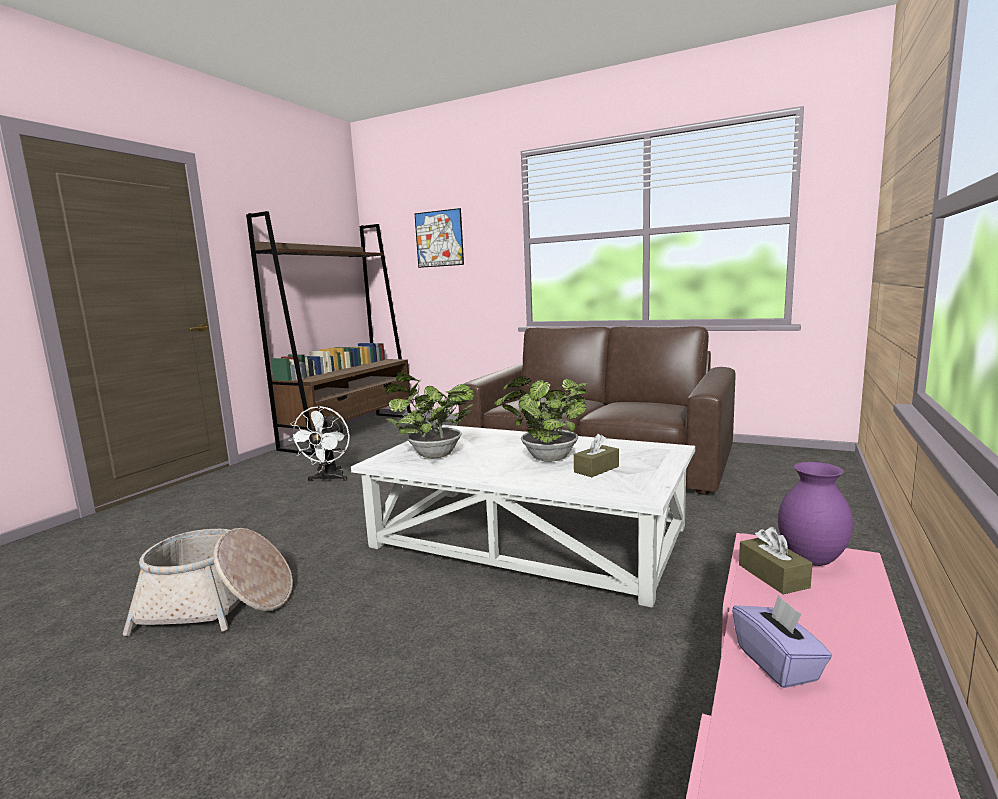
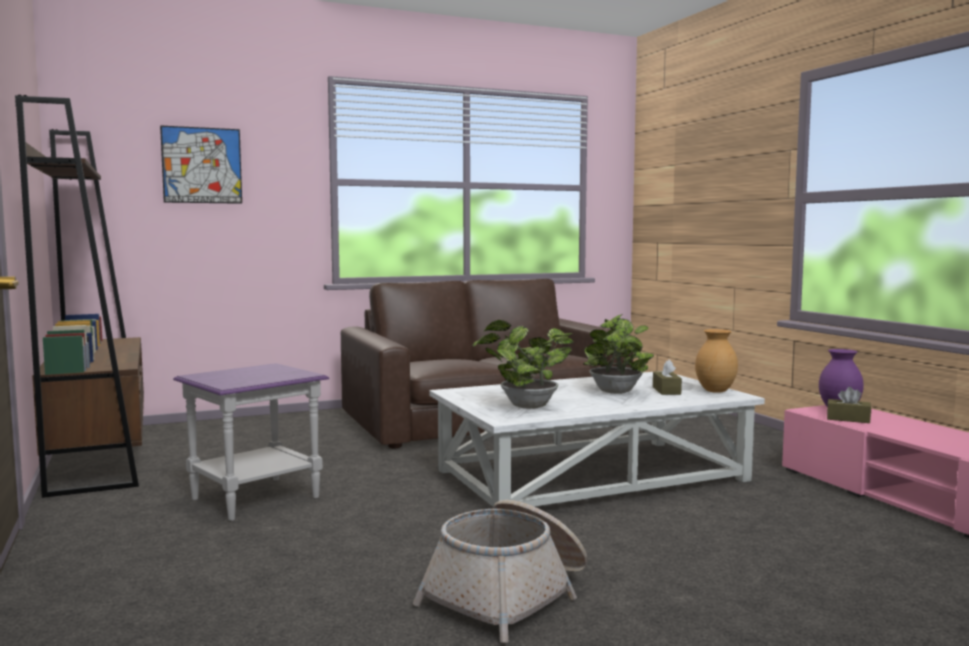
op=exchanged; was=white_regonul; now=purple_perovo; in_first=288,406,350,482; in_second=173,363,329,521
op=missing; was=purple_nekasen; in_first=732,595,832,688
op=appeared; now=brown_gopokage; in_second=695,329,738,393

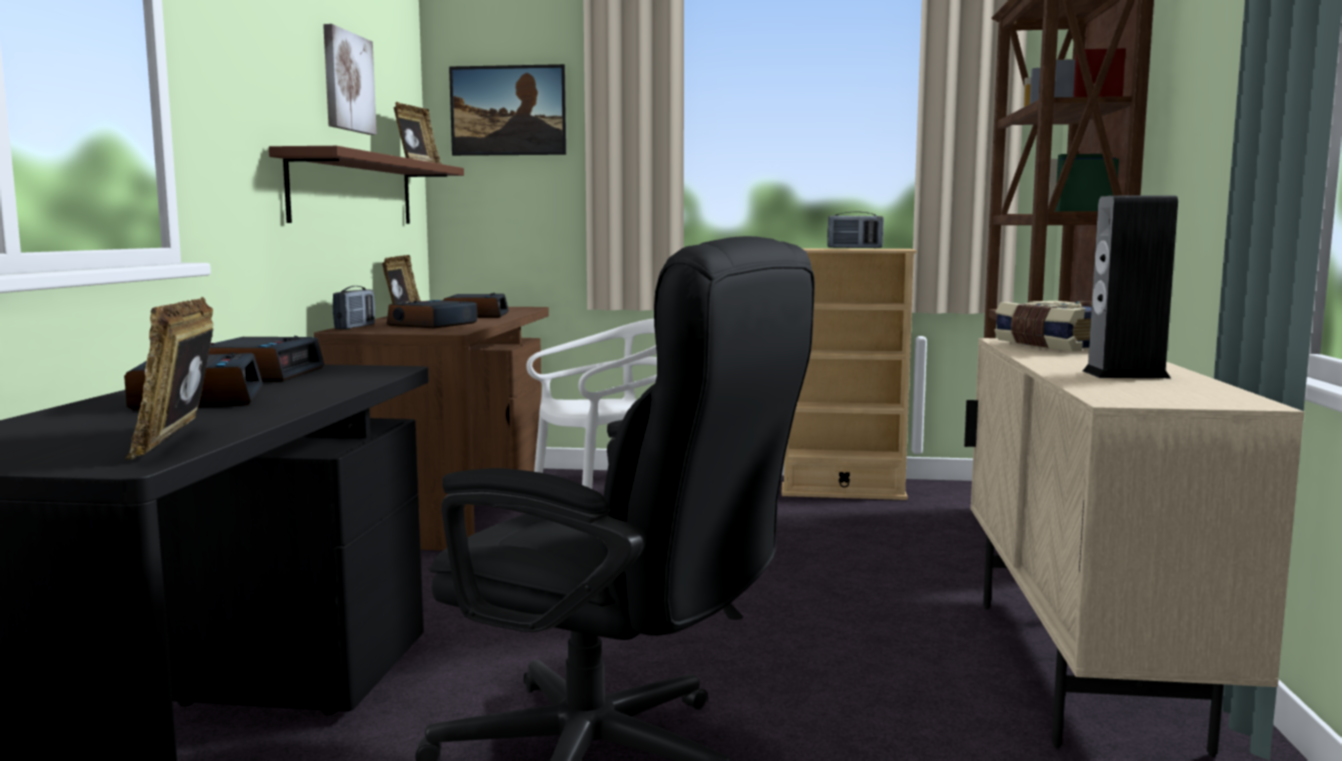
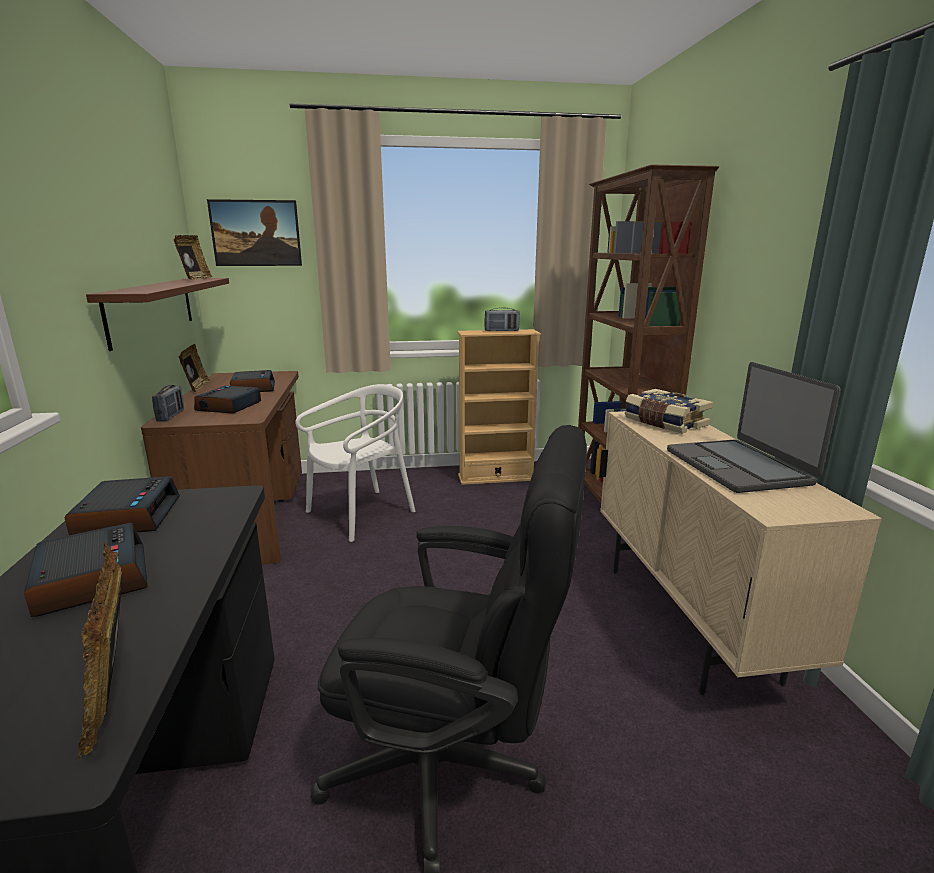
op=missing; was=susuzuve; in_first=323,24,377,135
op=exchanged; was=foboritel; now=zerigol; in_first=1083,196,1178,378; in_second=667,362,841,493

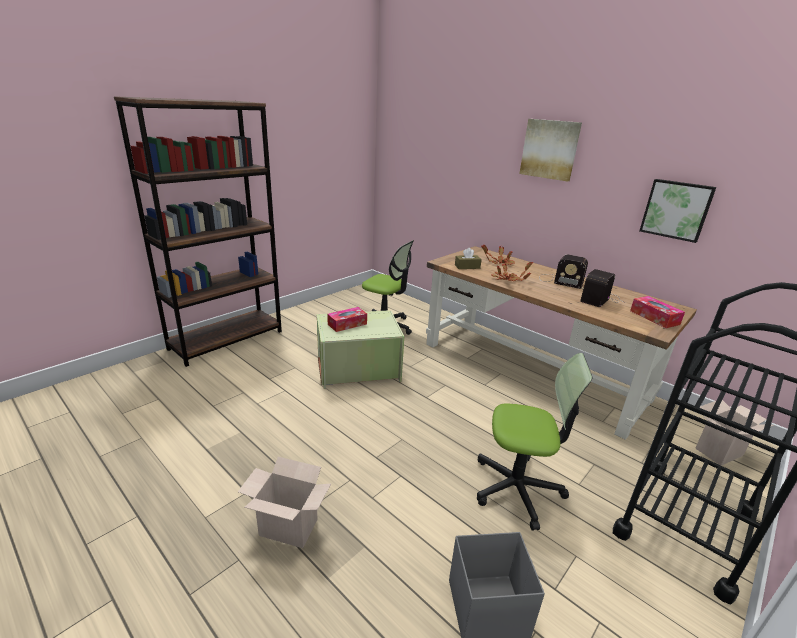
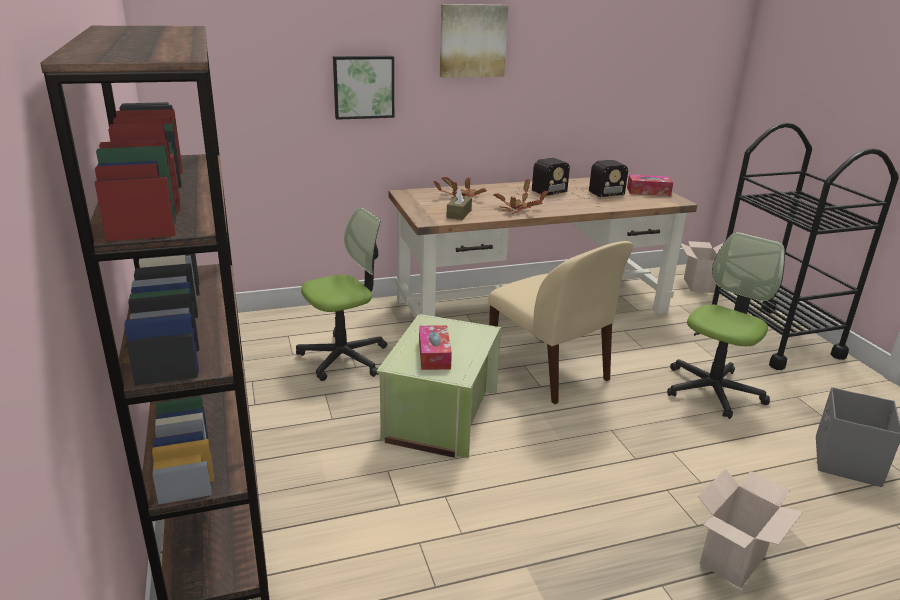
op=relocated; was=susuzuve; in_first=639,179,716,243; in_second=333,56,394,120
op=spun; was=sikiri; in_first=580,269,626,307; in_second=571,160,628,199; clockwise=-90
op=appeared; now=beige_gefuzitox; in_second=489,241,633,404

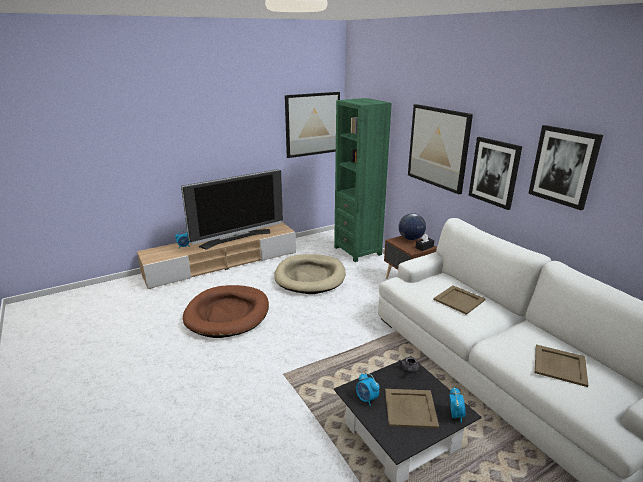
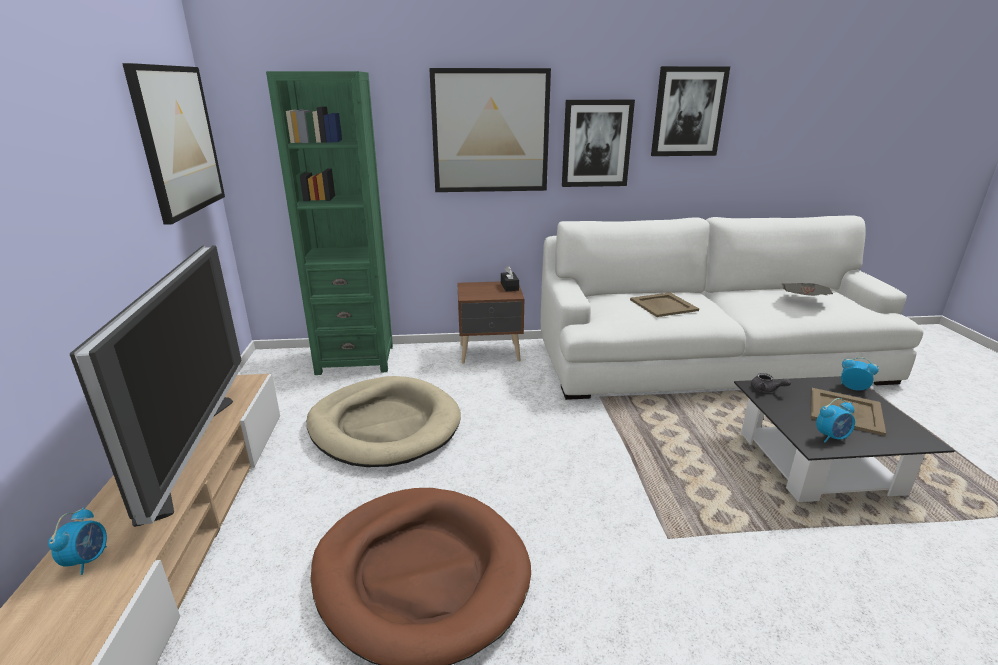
op=missing; was=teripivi; in_first=399,213,426,240
op=exchanged; was=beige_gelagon; now=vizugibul; in_first=535,344,588,387; in_second=782,283,833,296

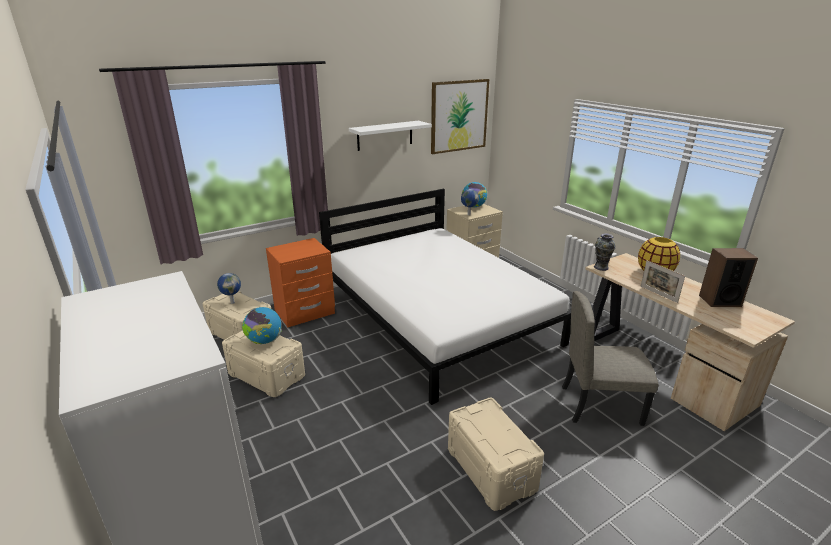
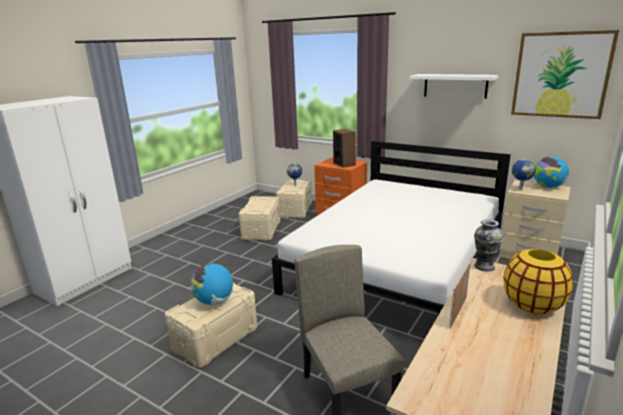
op=relocated; was=foboritel; in_first=699,248,758,307; in_second=333,129,356,168
op=relocated; was=teripivi; in_first=242,307,282,344; in_second=191,263,233,306

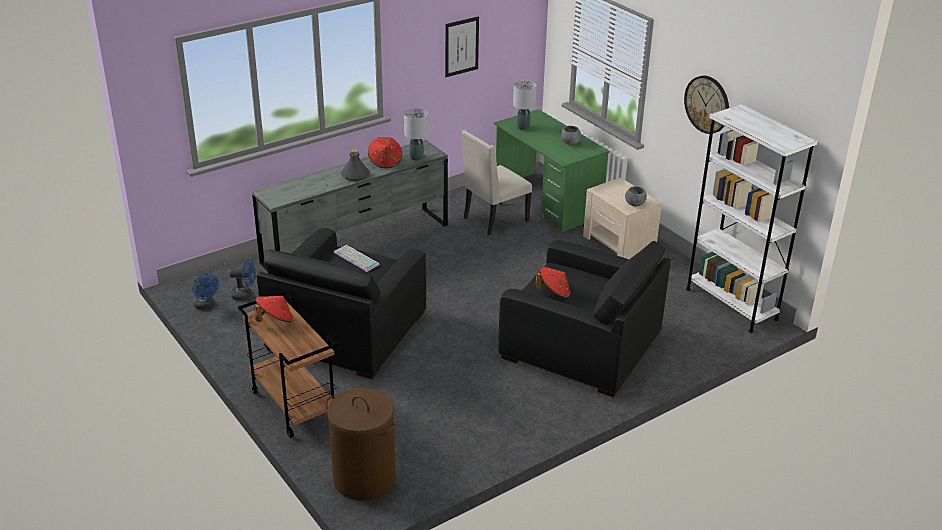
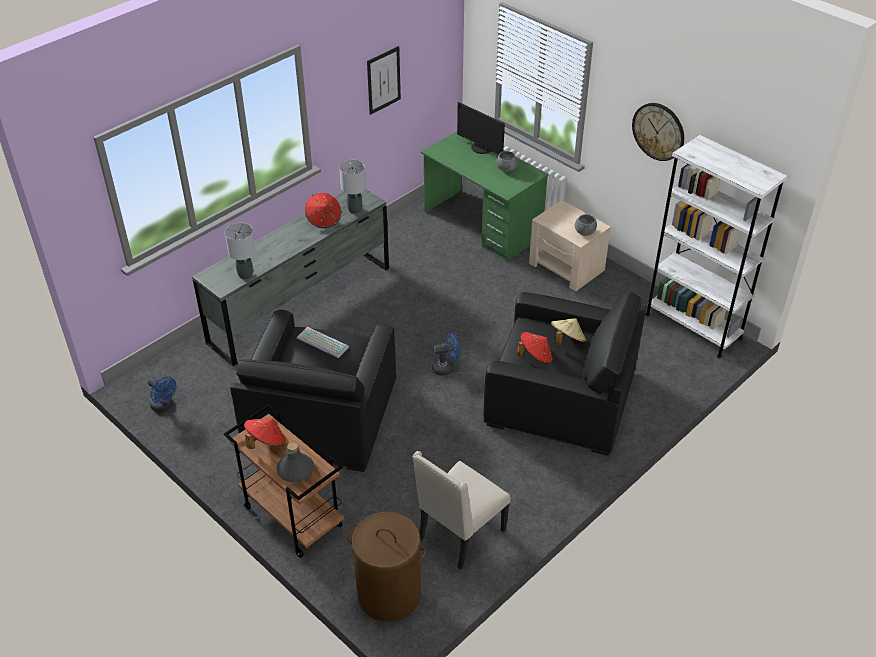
op=relocated; was=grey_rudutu; in_first=513,81,537,130; in_second=225,223,256,280
op=relocated; was=beige_gefuzitox; in_first=461,129,532,235; in_second=413,451,510,570
op=relocated; was=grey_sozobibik; in_first=341,149,370,181; in_second=277,442,314,482
op=relocated; was=blue_regonul; in_first=229,259,256,301; in_second=432,333,461,376
op=appeared; now=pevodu; in_second=457,102,505,154
op=appeared; now=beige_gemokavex; in_second=551,318,587,346

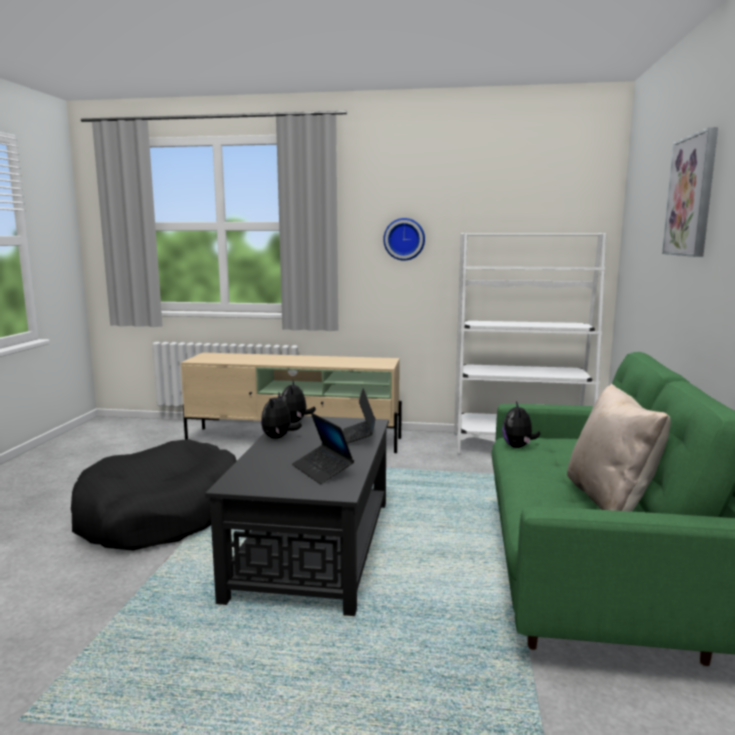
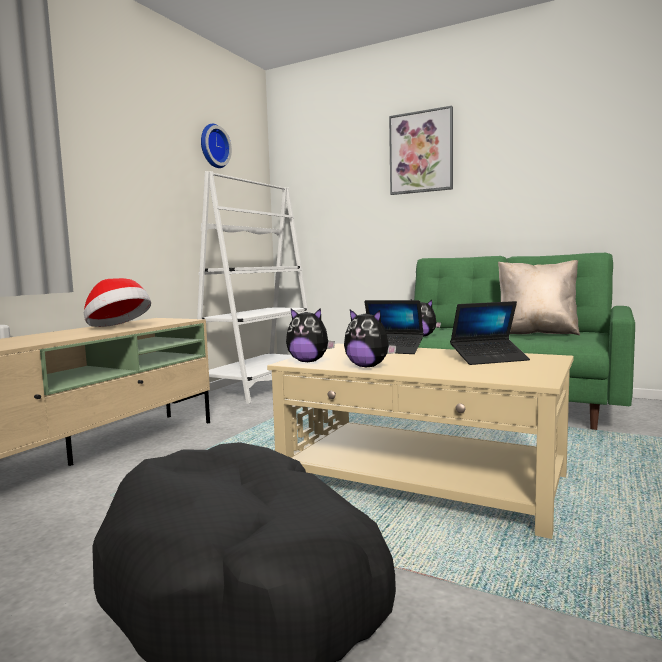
op=relocated; was=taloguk; in_first=383,218,425,261; in_second=201,124,232,168
op=colour; was=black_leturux; now=beige_leturux; in_first=205,416,389,616; in_second=267,344,574,539
op=appeared; now=gemokavex; in_second=84,278,151,327

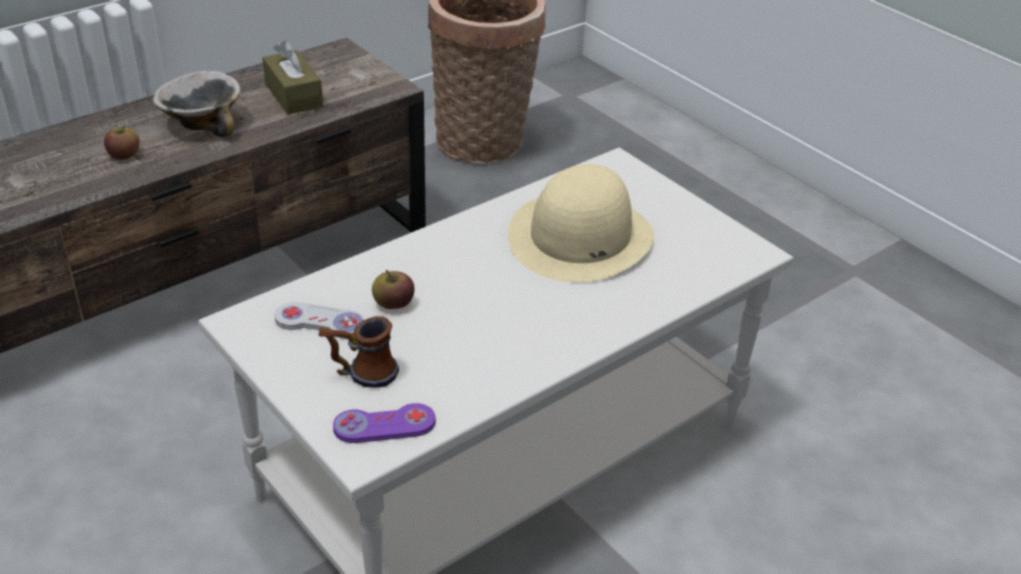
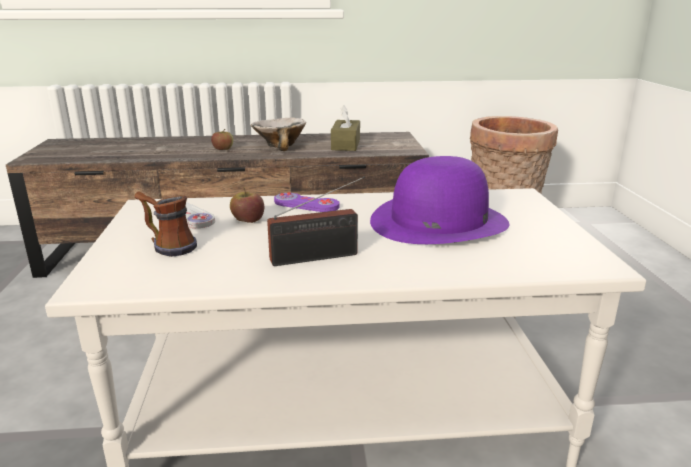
op=colour; was=beige_gemokavex; now=purple_gemokavex; in_first=508,164,654,282; in_second=370,156,509,244
op=relocated; was=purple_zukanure; in_first=333,403,435,443; in_second=274,192,340,212
op=appeared; now=sikiri; in_second=267,176,365,266

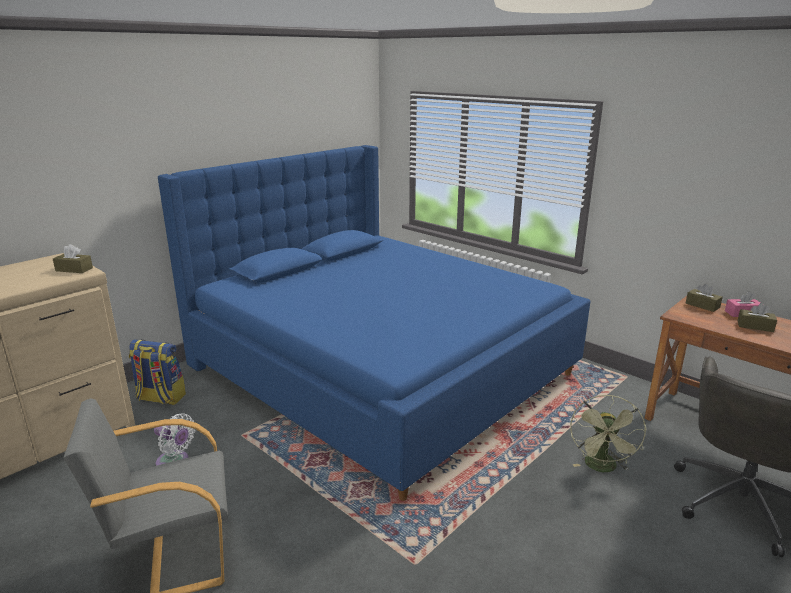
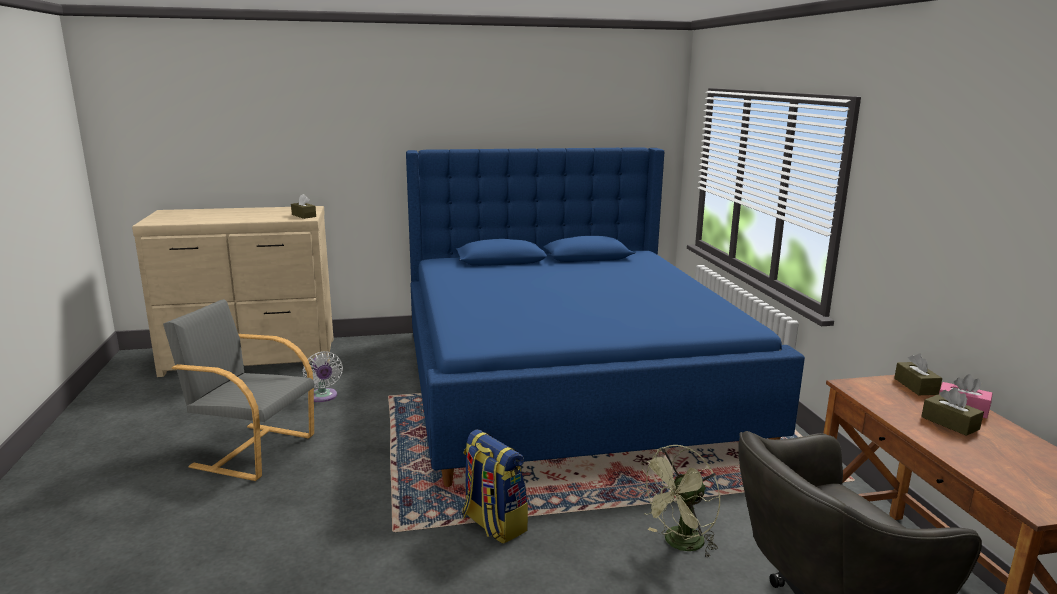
op=relocated; was=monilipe; in_first=129,339,186,405; in_second=462,429,528,544

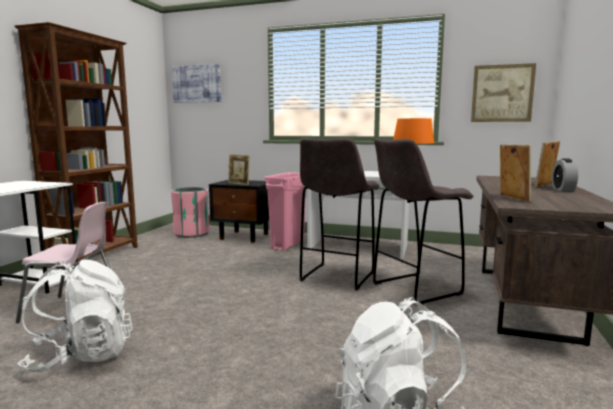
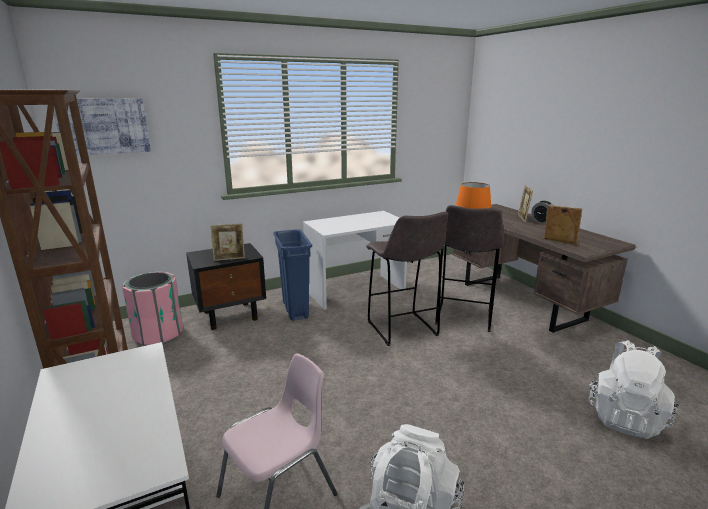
op=missing; was=susuzuve; in_first=471,63,536,122
op=colour; was=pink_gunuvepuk; now=blue_gunuvepuk; in_first=264,172,306,251; in_second=273,229,312,321

